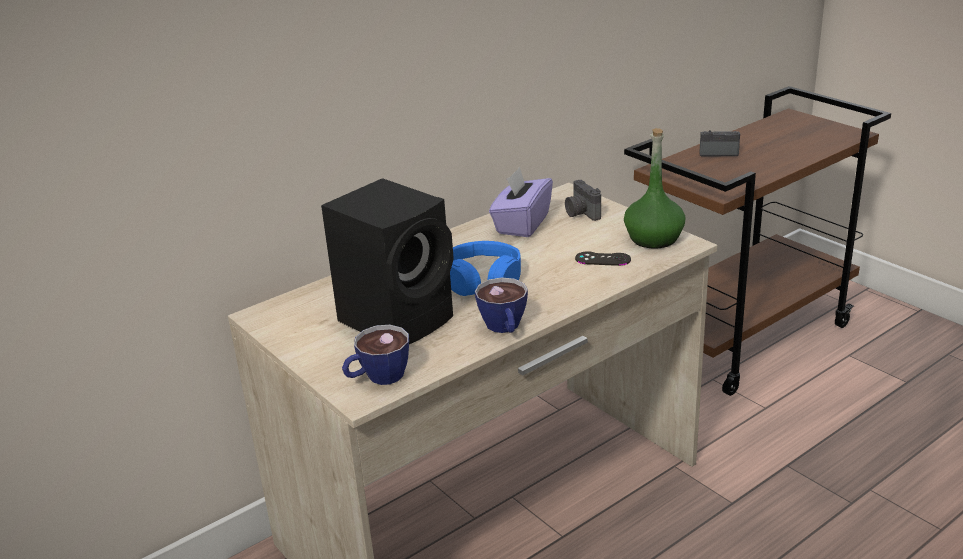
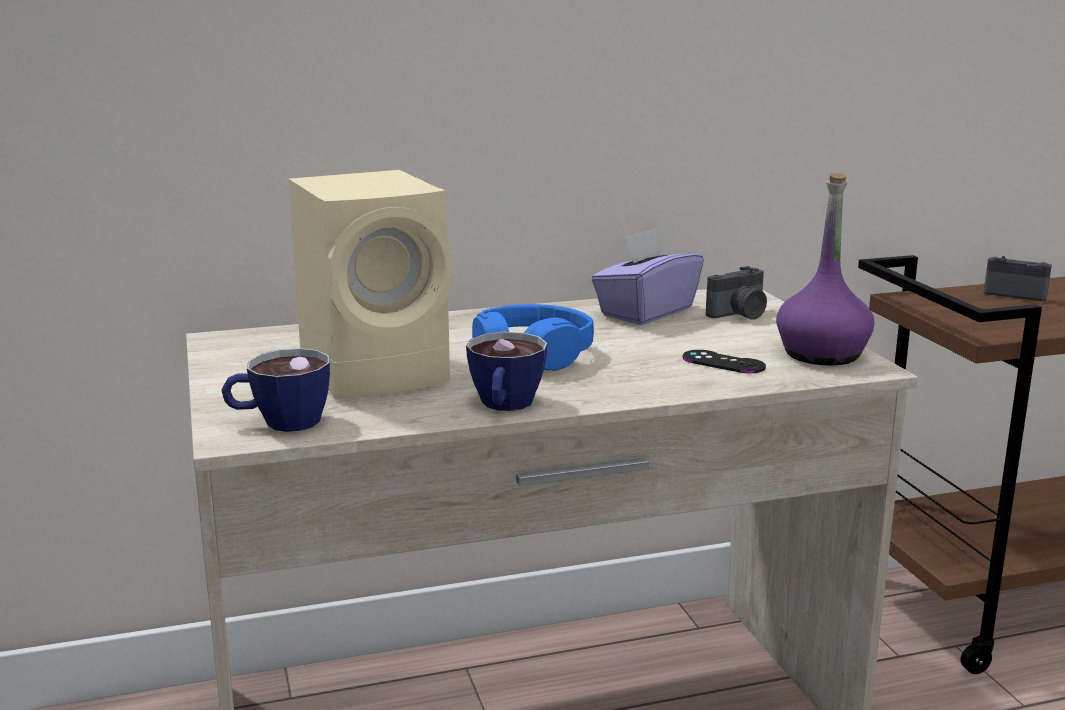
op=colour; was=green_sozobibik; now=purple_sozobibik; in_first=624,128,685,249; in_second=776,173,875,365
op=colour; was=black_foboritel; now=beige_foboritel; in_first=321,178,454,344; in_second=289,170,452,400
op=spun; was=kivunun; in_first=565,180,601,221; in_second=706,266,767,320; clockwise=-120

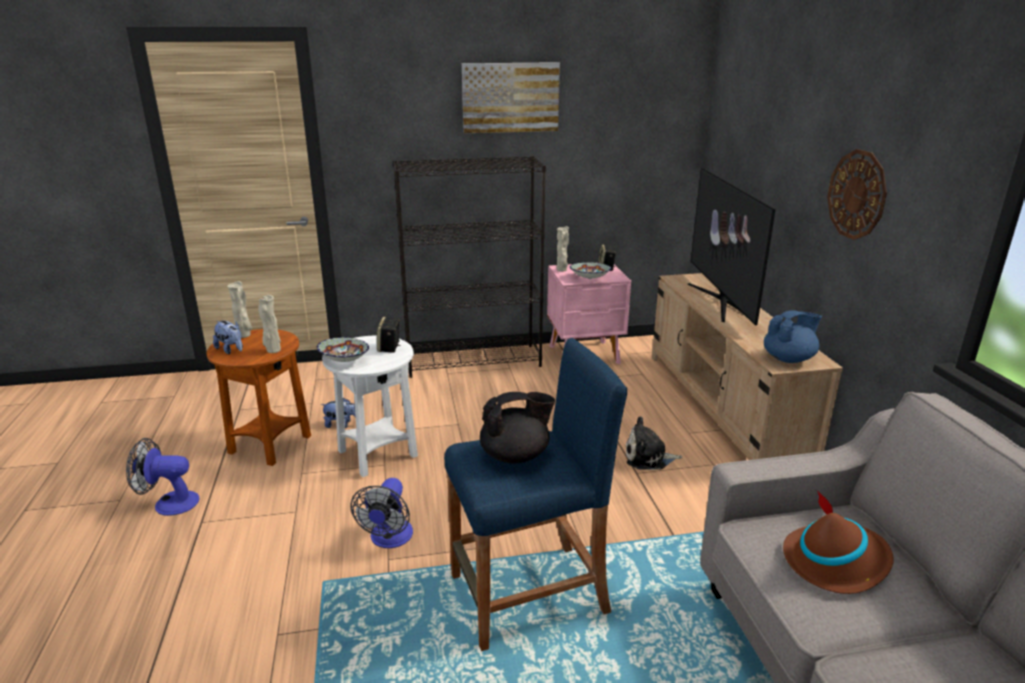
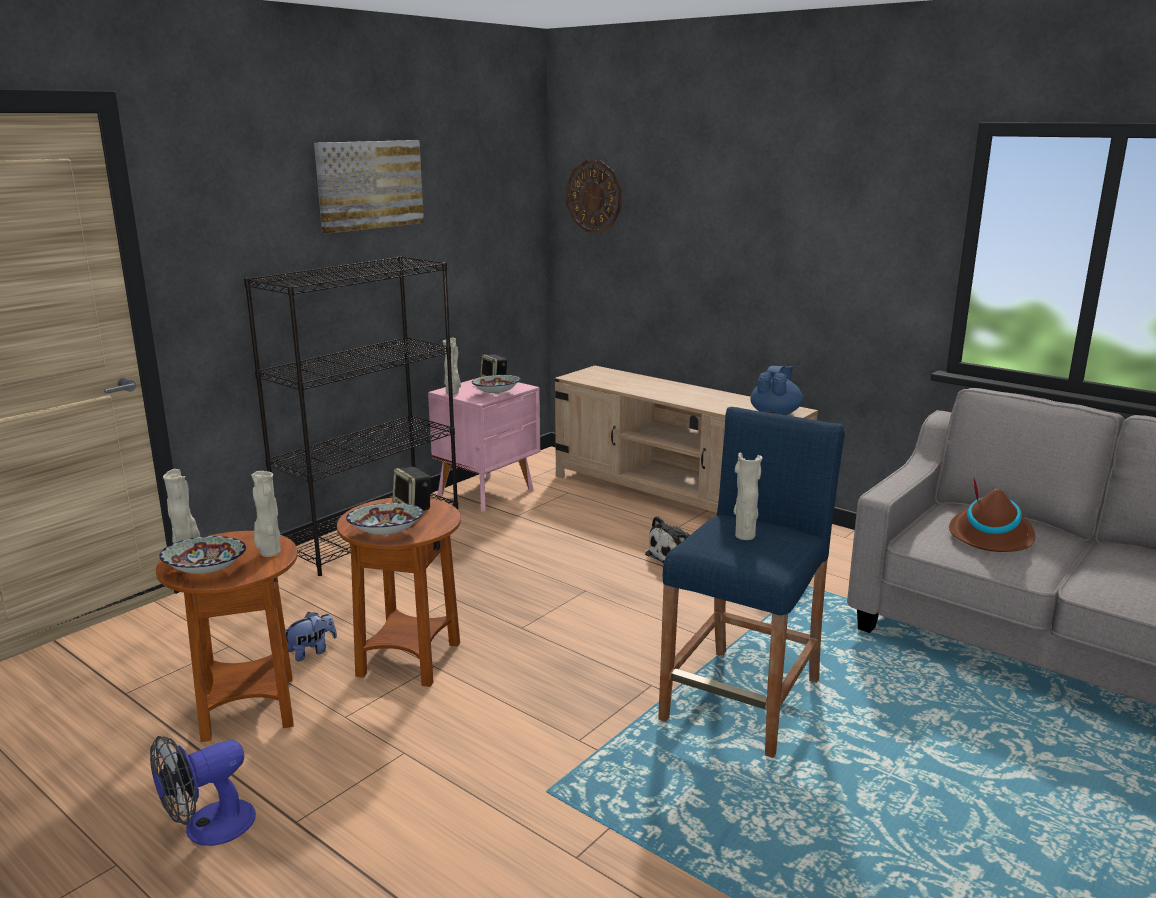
op=relocated; was=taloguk; in_first=827,149,887,240; in_second=566,160,622,233
op=missing; was=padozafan; in_first=688,167,776,326
op=exchanged; was=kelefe; now=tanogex; in_first=213,321,243,354; in_second=159,536,246,574
op=colour; was=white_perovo; now=brown_perovo; in_first=322,336,418,477; in_second=337,498,461,687
op=exchanged; was=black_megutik; now=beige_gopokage; in_first=480,392,555,463; in_second=734,453,763,540
op=missing; was=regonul; in_first=351,478,413,548

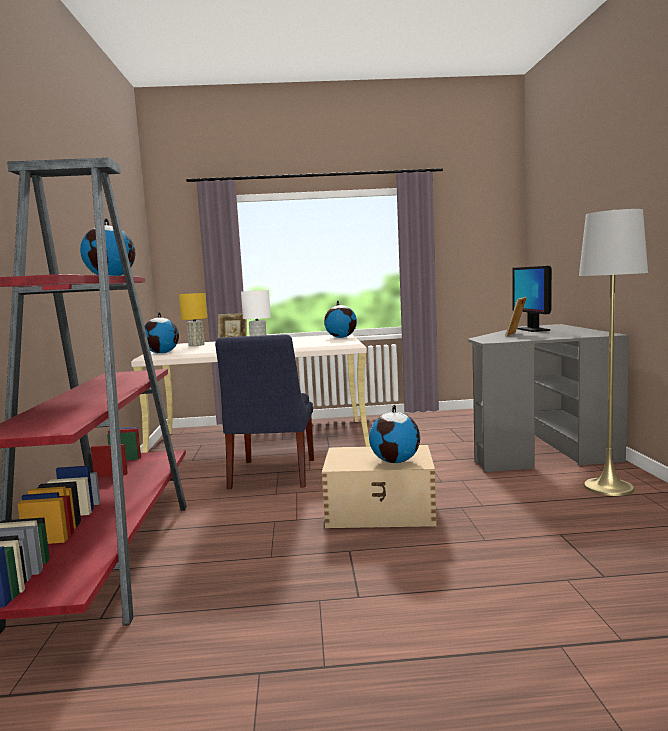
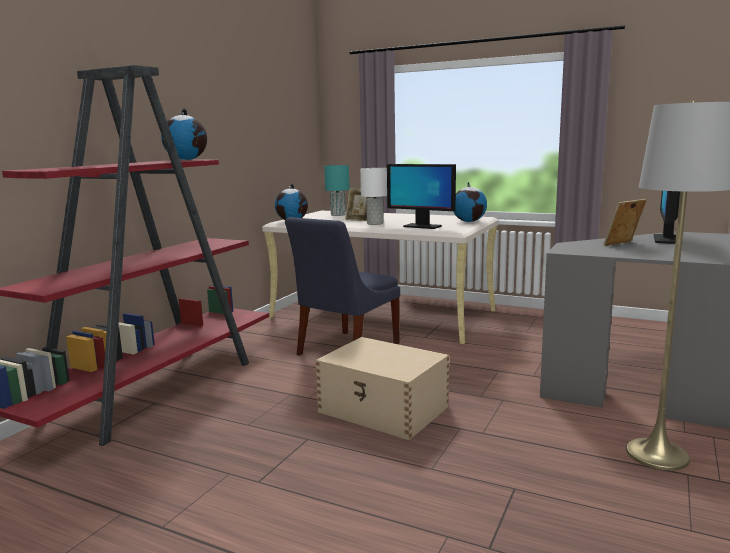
op=colour; was=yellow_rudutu; now=turquoise_rudutu; in_first=179,293,207,346; in_second=324,165,350,216
op=missing; was=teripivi; in_first=369,405,420,463
op=appeared; now=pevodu; in_second=387,164,456,229

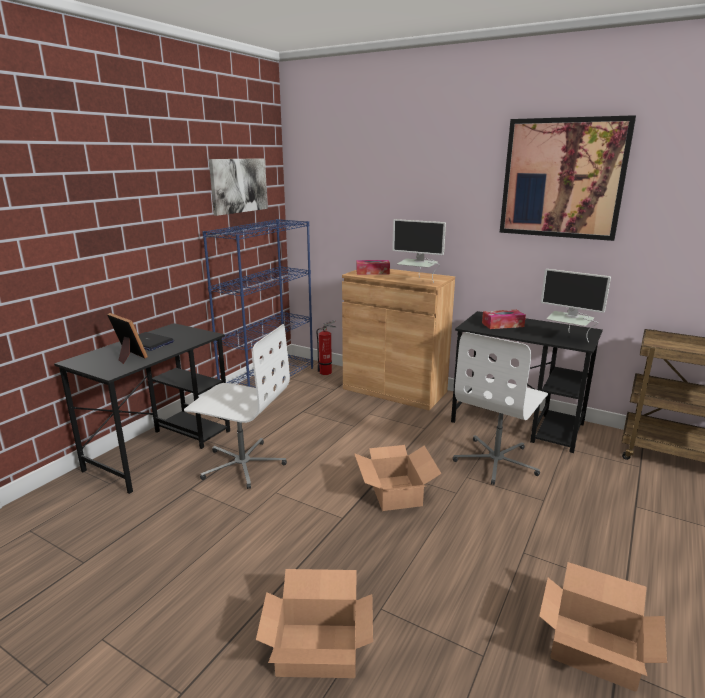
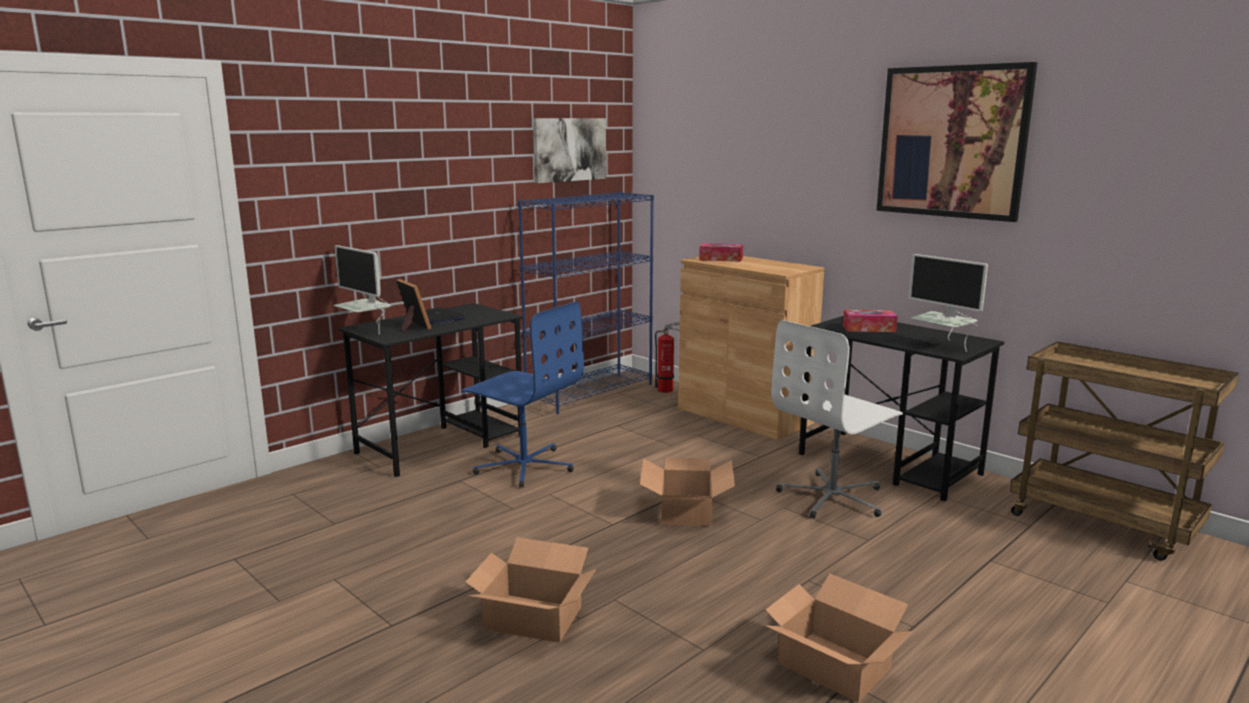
op=relocated; was=pevodu; in_first=392,219,446,283; in_second=334,245,391,335
op=colour; was=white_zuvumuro; now=blue_zuvumuro; in_first=184,324,290,489; in_second=462,301,584,488

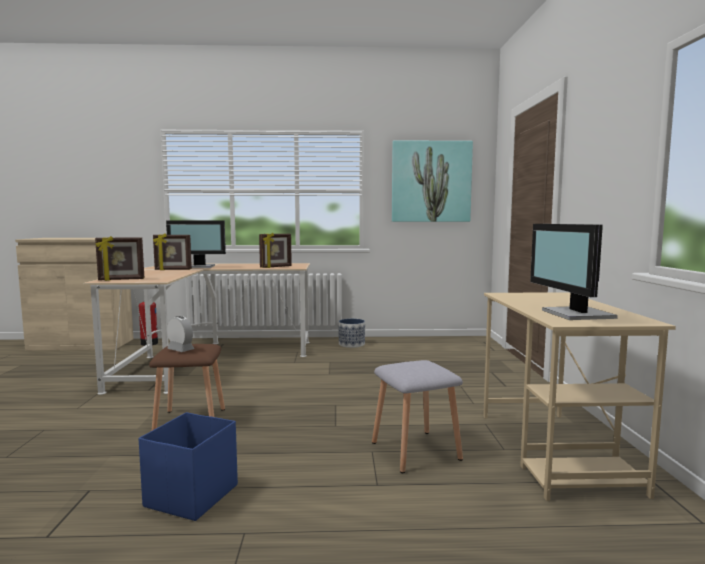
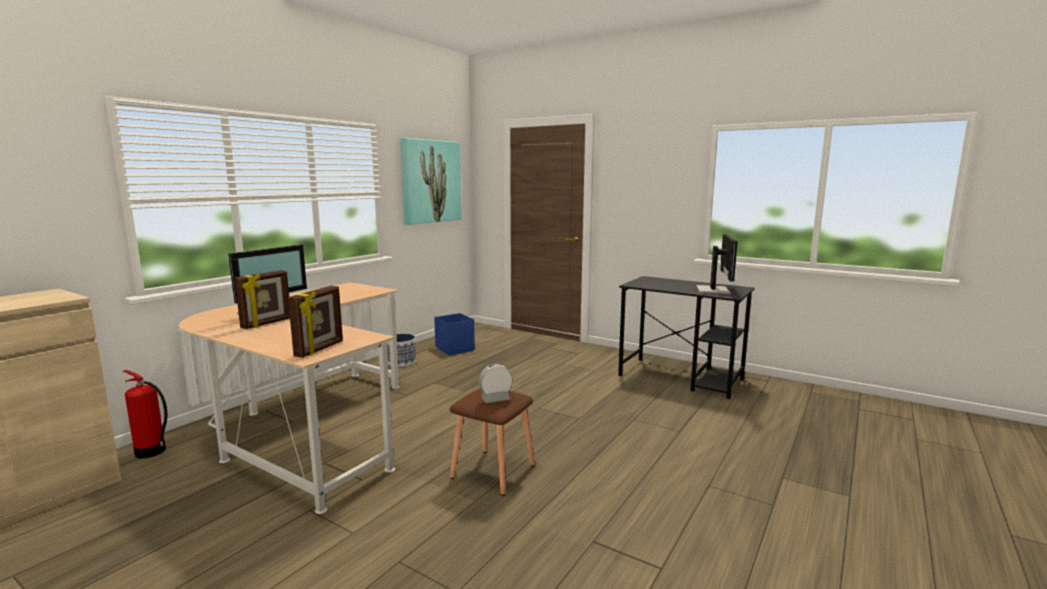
op=spun; was=pevodu; in_first=530,224,618,320; in_second=696,234,738,294; clockwise=-105
op=missing; was=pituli; in_first=259,233,292,268
op=colour; was=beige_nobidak; now=black_nobidak; in_first=483,292,676,501; in_second=618,276,755,399
op=missing; was=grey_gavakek; in_first=372,360,463,473
op=relocated; was=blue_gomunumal; in_first=139,412,238,521; in_second=434,313,475,355

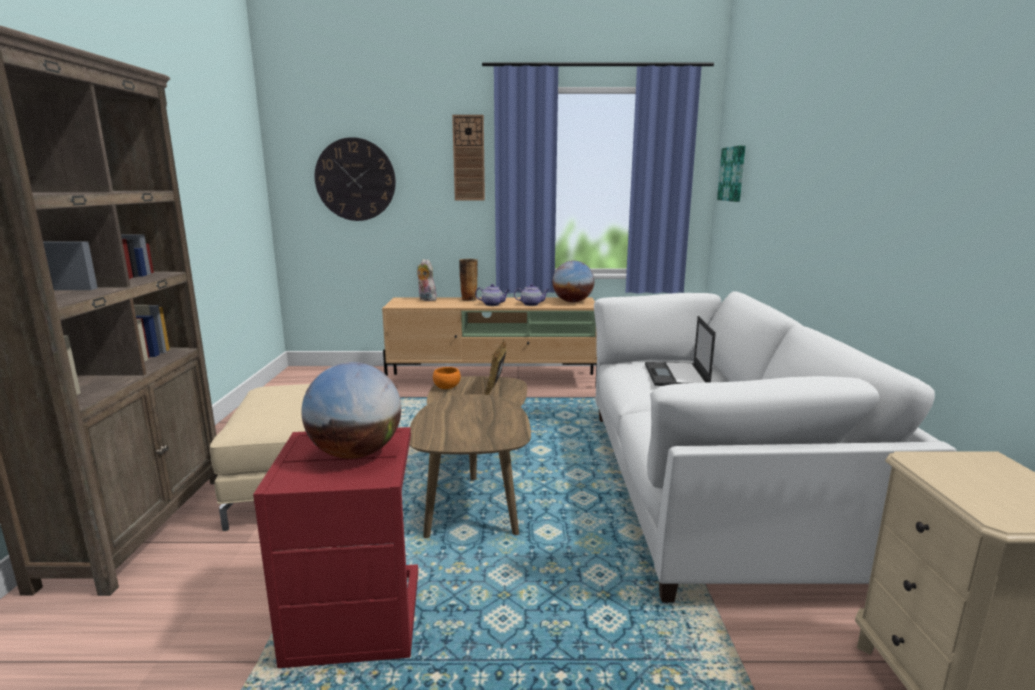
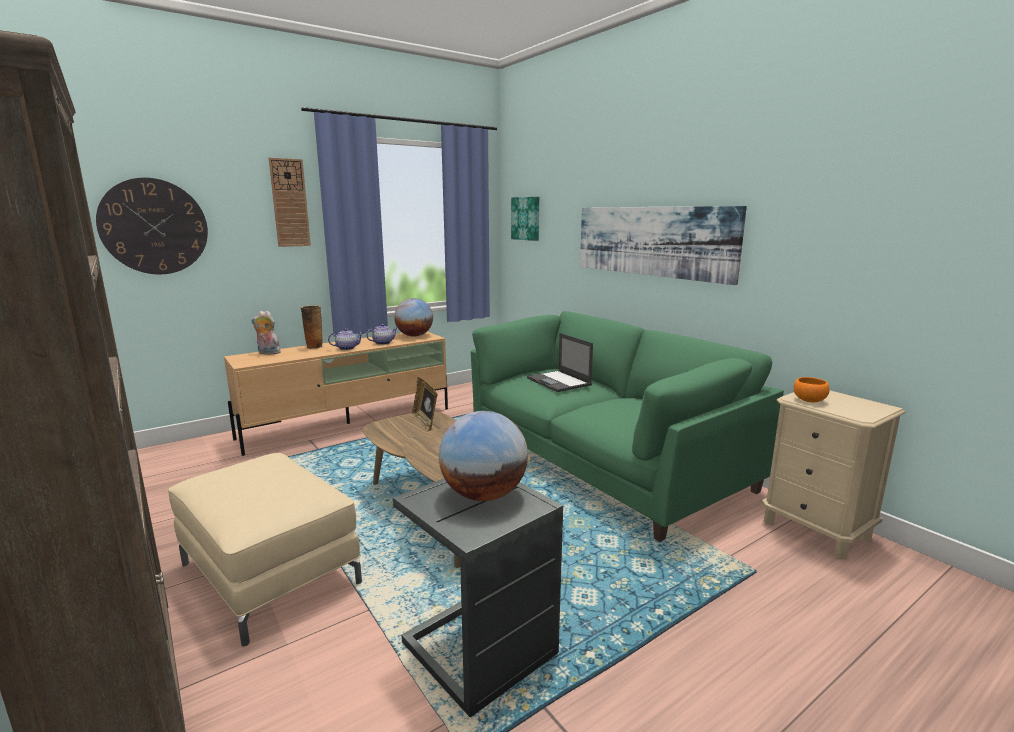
op=colour; was=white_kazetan; now=green_kazetan; in_first=594,291,957,602; in_second=471,311,784,542
op=relocated; was=orange_tanogex; in_first=433,367,461,389; in_second=794,377,830,402
op=colour; was=red_perovo; now=grey_perovo; in_first=253,427,418,668; in_second=393,478,563,717
op=appeared; now=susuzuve; in_second=580,206,747,285

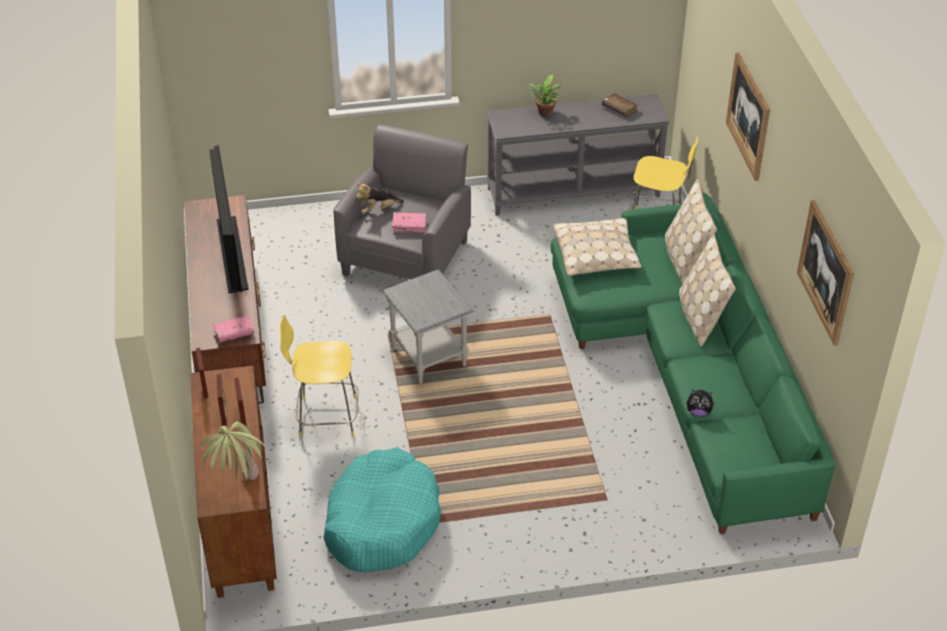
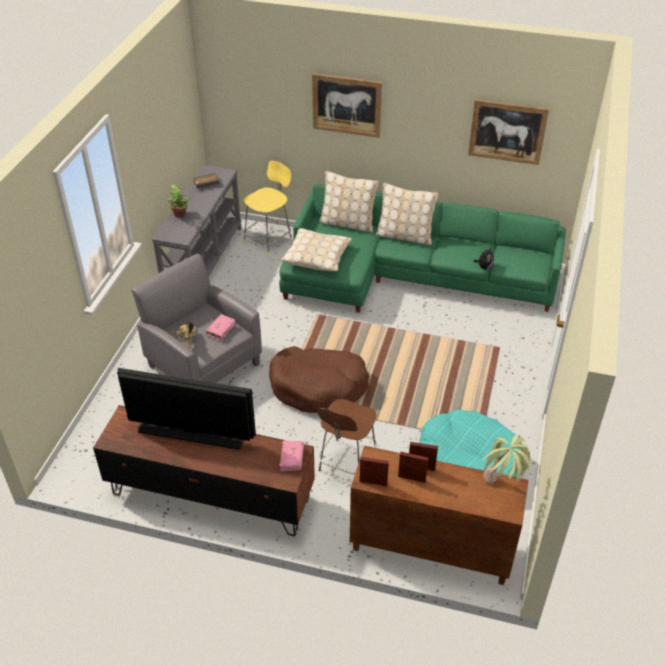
op=exchanged; was=grey_perovo; now=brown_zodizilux; in_first=382,269,474,384; in_second=269,346,369,413
op=colour; was=yellow_gavakek; now=brown_gavakek; in_first=280,314,358,438; in_second=317,399,377,474

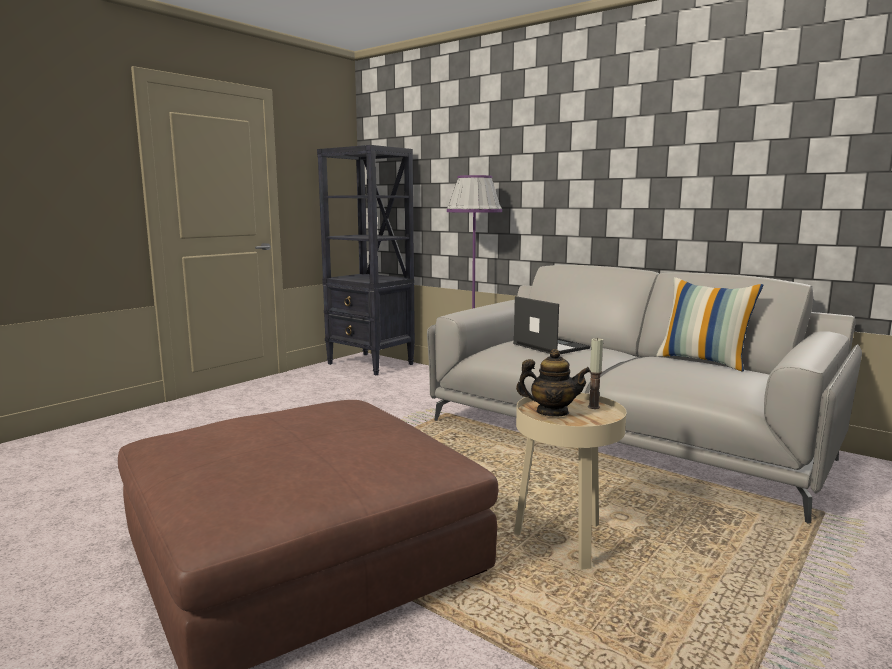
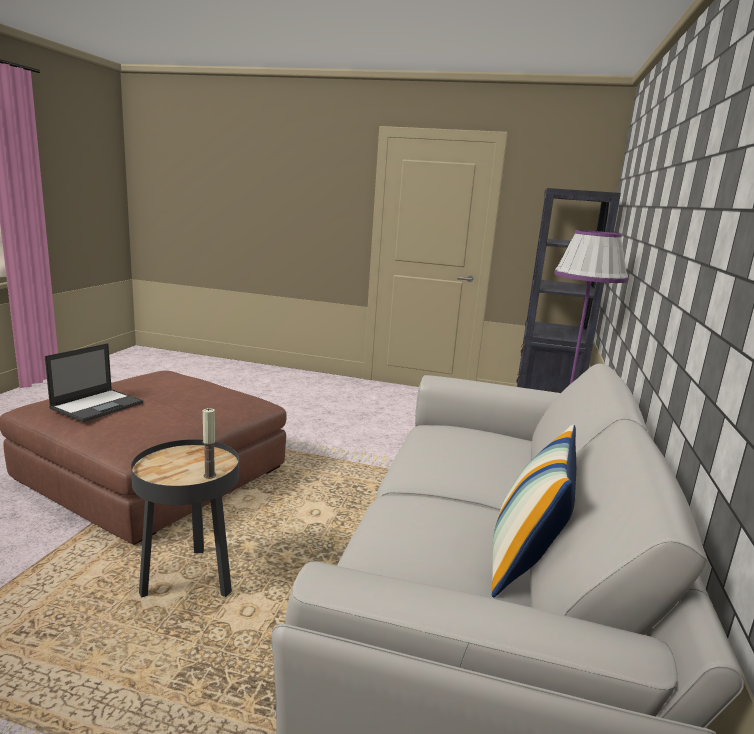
op=relocated; was=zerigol; in_first=513,296,590,354; in_second=45,343,143,422
op=missing; was=megutik; in_first=516,349,591,416
op=colour; was=beige_perovo; now=black_perovo; in_first=514,393,627,570; in_second=131,439,239,598

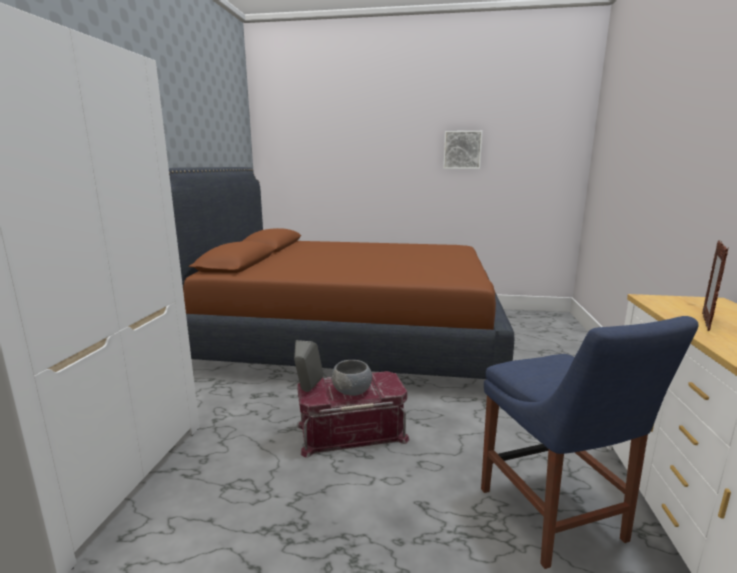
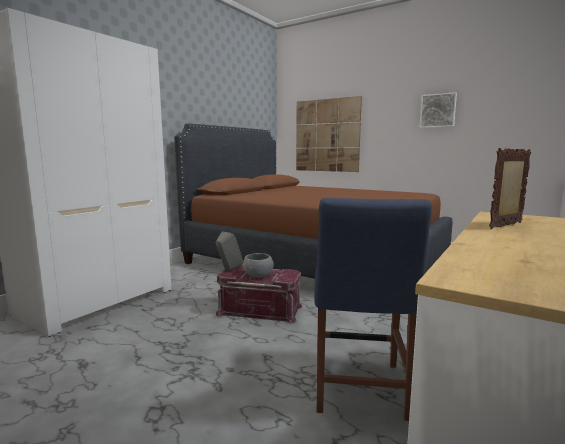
op=appeared; now=susuzuve; in_second=296,96,362,172

